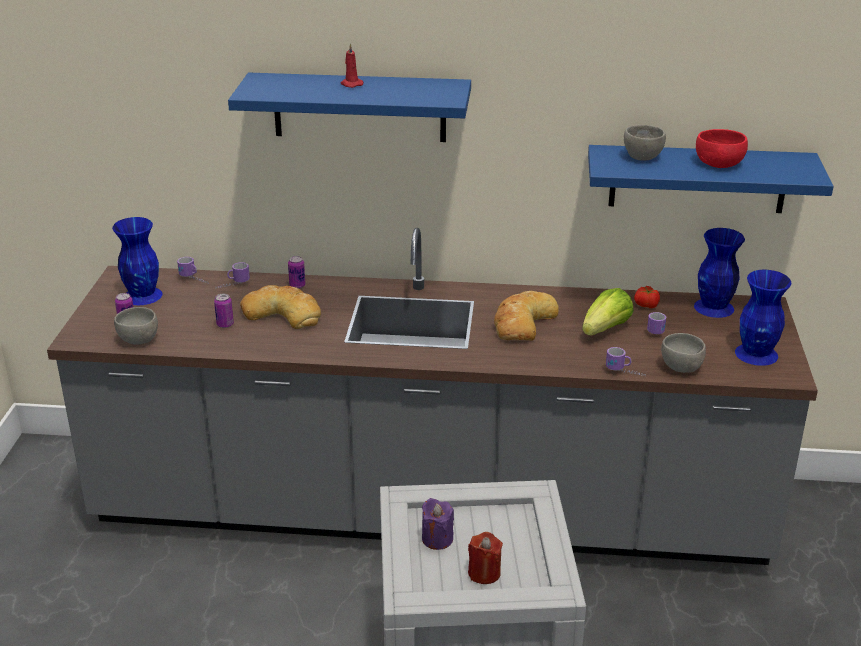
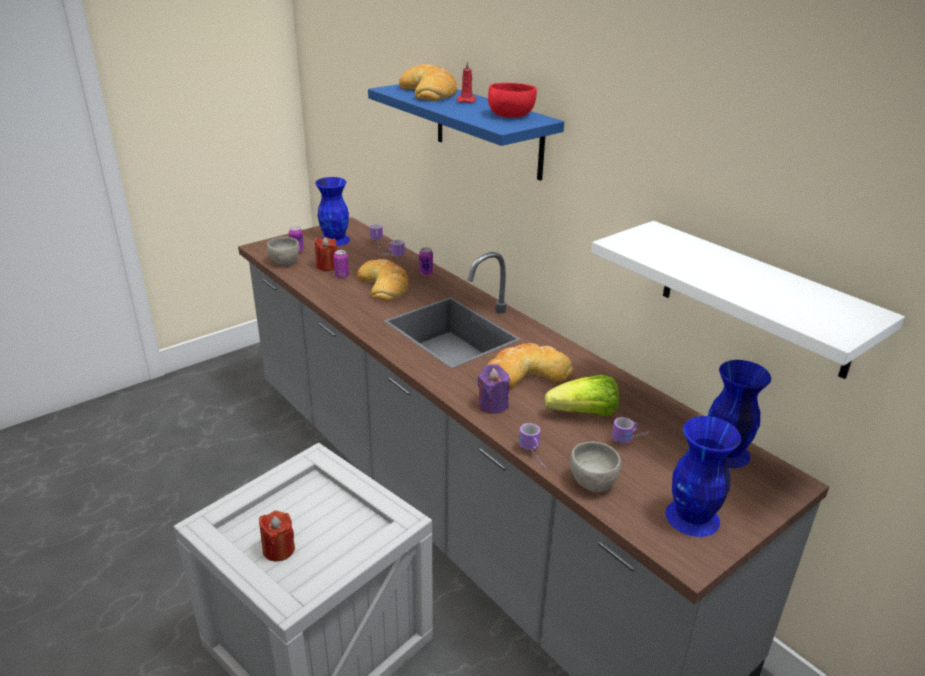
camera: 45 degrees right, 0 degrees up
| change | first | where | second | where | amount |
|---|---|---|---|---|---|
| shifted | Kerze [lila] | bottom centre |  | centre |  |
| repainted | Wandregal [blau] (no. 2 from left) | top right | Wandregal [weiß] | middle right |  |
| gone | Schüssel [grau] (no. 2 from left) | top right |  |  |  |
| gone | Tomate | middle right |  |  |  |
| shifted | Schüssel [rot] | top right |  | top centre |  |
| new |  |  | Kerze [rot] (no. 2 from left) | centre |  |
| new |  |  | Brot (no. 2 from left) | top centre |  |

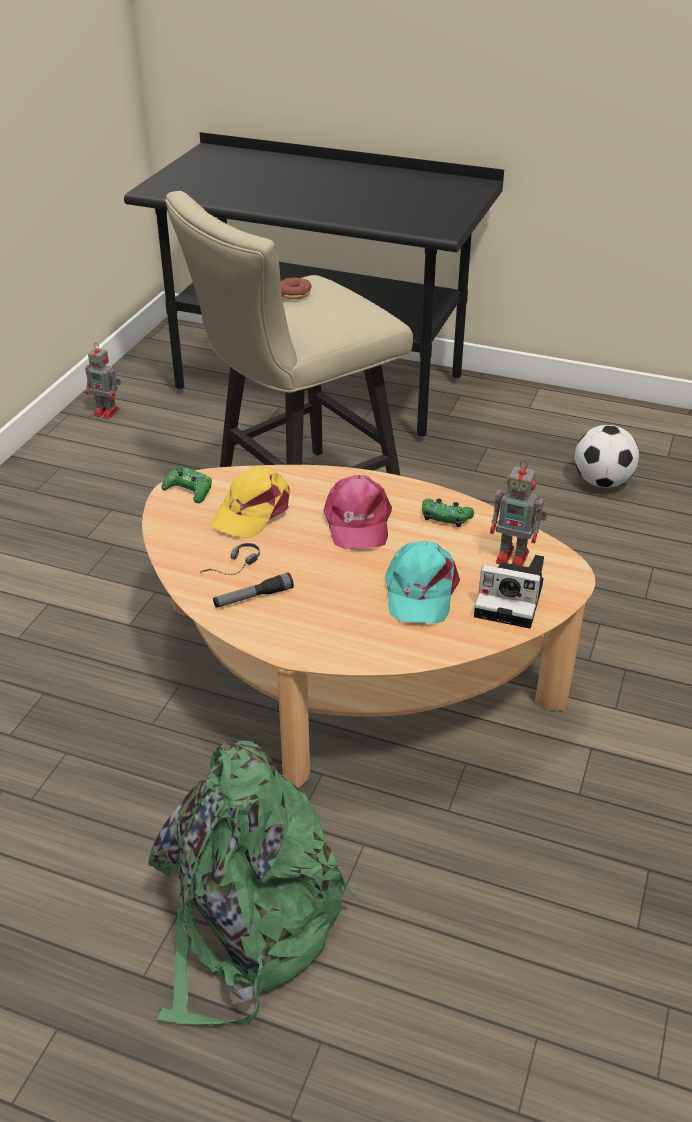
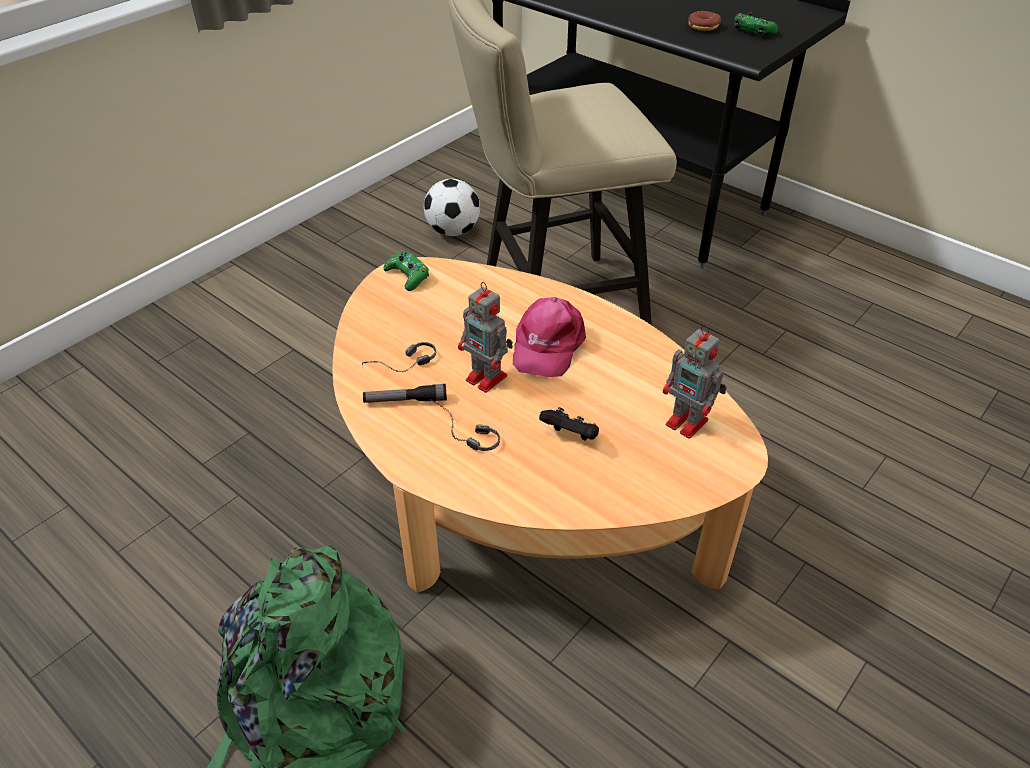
camera: 20 degrees right, 5 degrees up
| change | first | where | second | where | amount |
|---|---|---|---|---|---|
| shifted | Spielzeugroboter (no. 1 from left) | middle left |  | centre |  |
| gone | Kappe [gelb] | centre |  |  |  |
| shifted | Donut | top centre |  | top right |  |
| swapped | Kappe [türkis] | centre | Gamepad [schwarz] | centre |  |
| shifted | Gamepad [grün] (no. 2 from left) | centre |  | top right |  |
| gone | Kamera | middle right |  |  |  |
| shifted | Fußball | middle right |  | top centre |  |
| new |  |  | Kopfhörer (no. 2 from left) | centre |  |

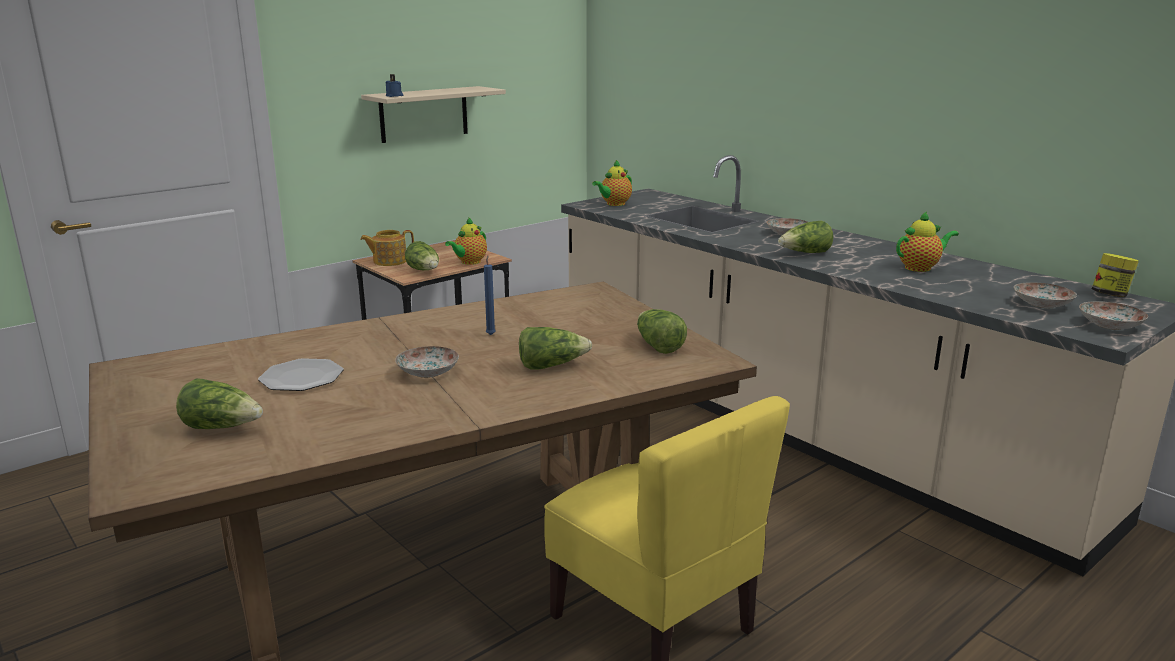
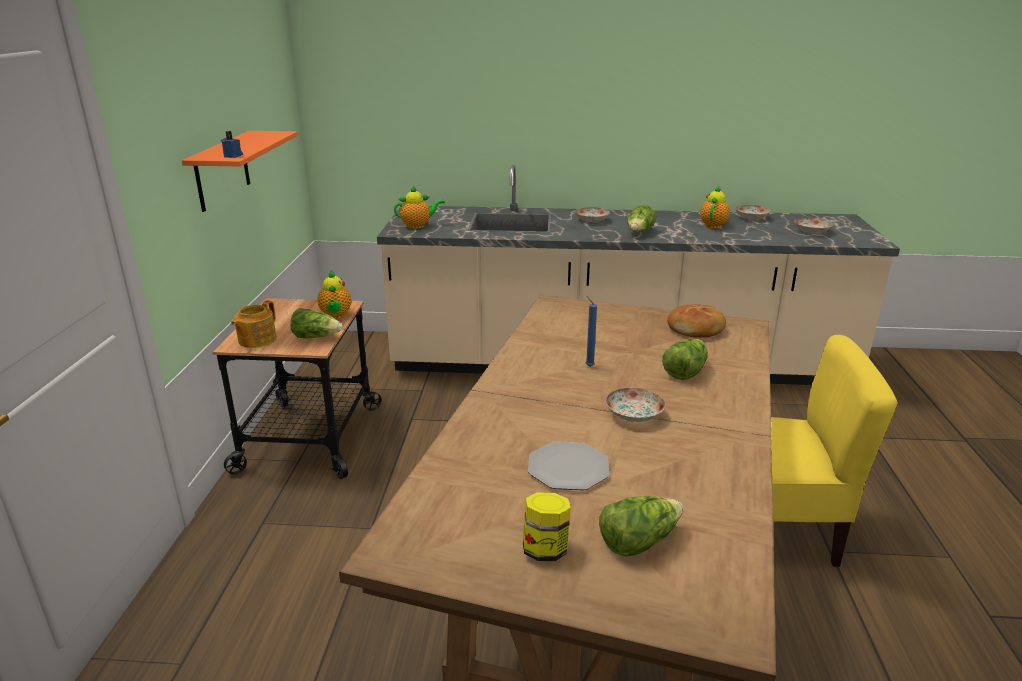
camera: 45 degrees left, 5 degrees up
| change | first | where | second | where | amount |
|---|---|---|---|---|---|
| repainted | Wandregal [beige] | top centre | Wandregal [orange] | top left |  |
| rotated | Teekanne (no. 3 from left) | top centre |  | top centre | 105 degrees counterclockwise |
| swapped | Salatkopf (no. 4 from left) | centre | Brot | middle right |  |
| shifted | Teller (no. 5 from left in the first image) | middle right | Teller (no. 4 from left) | top right |  |
| shifted | Vorratsglas | middle right |  | bottom centre |  |

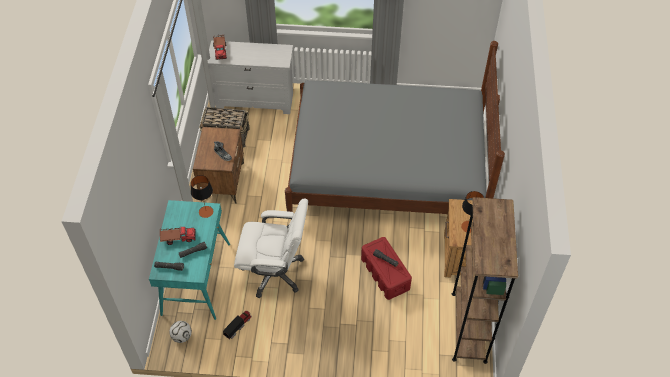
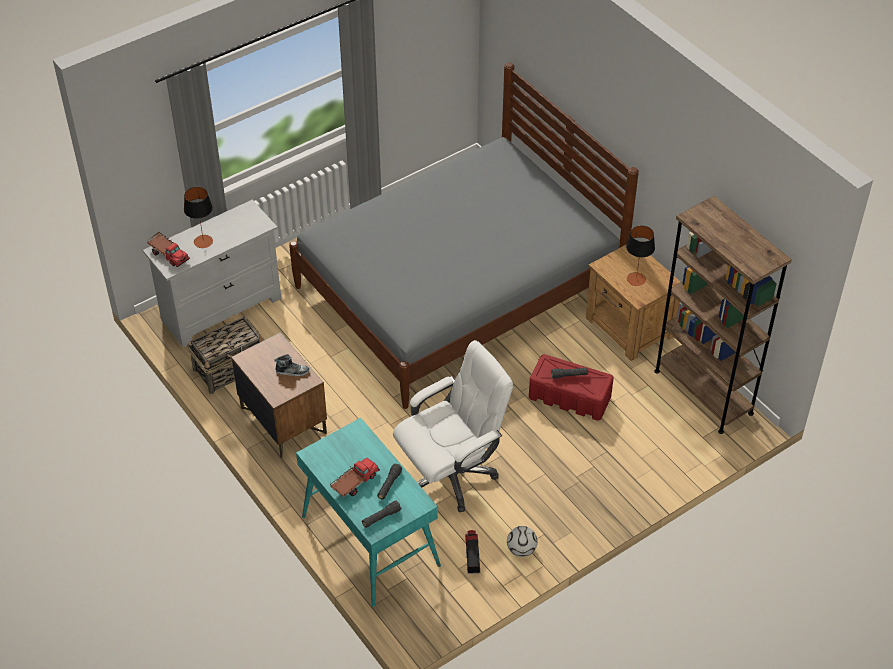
camera: 40 degrees left, 5 degrees down
| change | first | where | second | where | amount |
|---|---|---|---|---|---|
| shifted | Fußball | bottom left |  | bottom centre |  |
| shifted | Tischlampe (no. 1 from left) | middle left |  | top left |  |

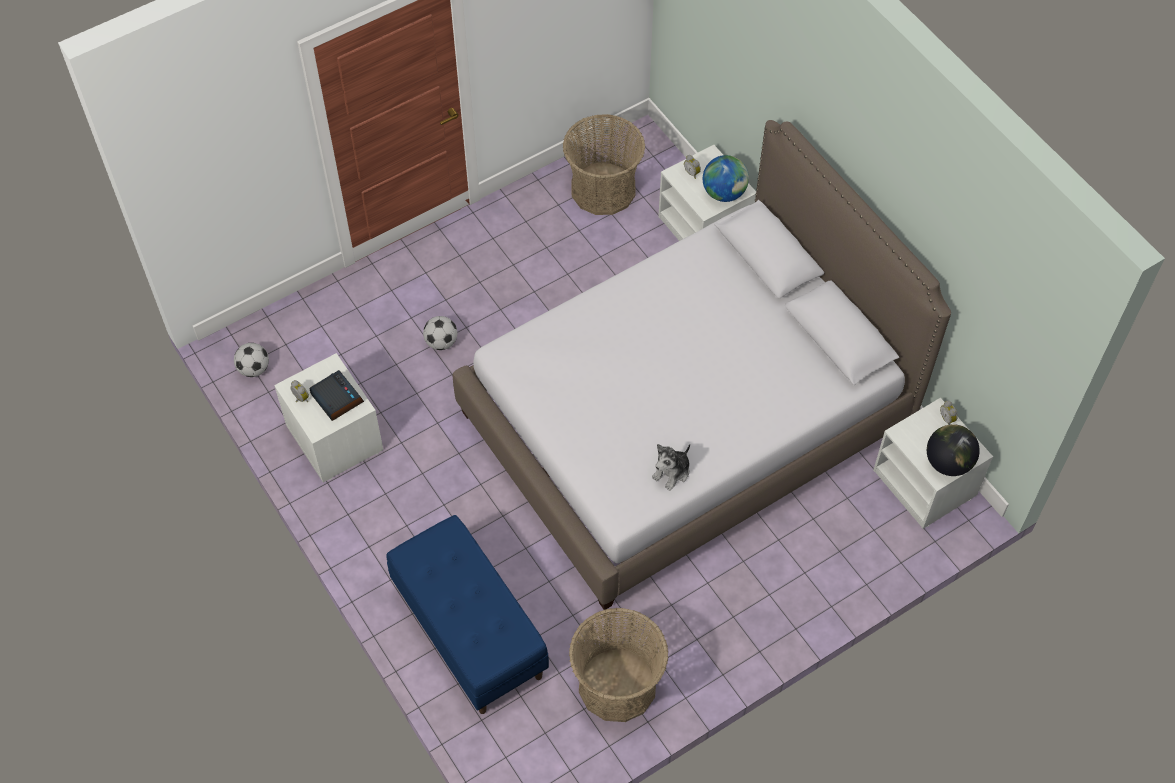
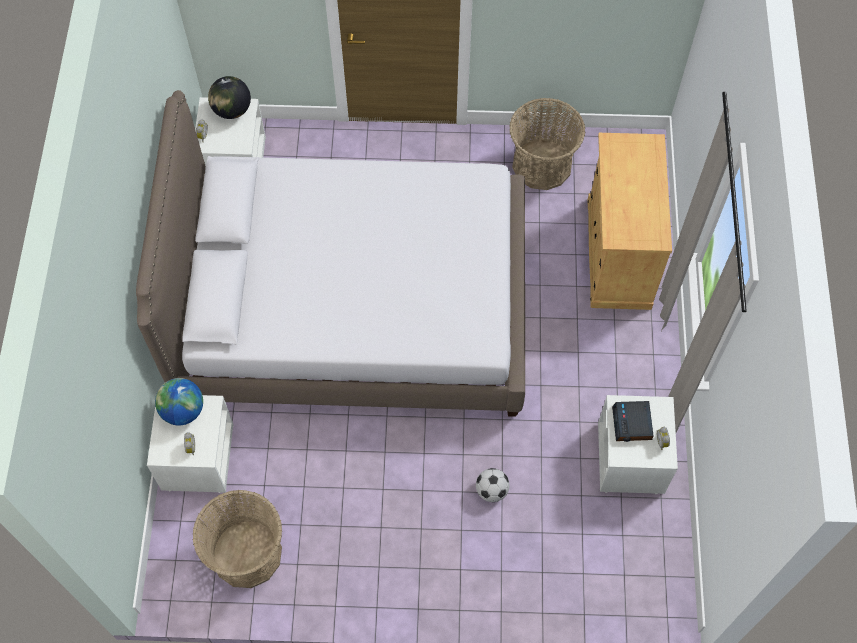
camera: 145 degrees left, 5 degrees up
| change | first | where | second | where | amount |
|---|---|---|---|---|---|
| gone | Fußball (no. 1 from left) | middle left |  |  |  |
| swapped | Bank [blau] | bottom centre | Schrank [beige] | middle right |  |
| gone | Plüschtier | centre |  |  |  |

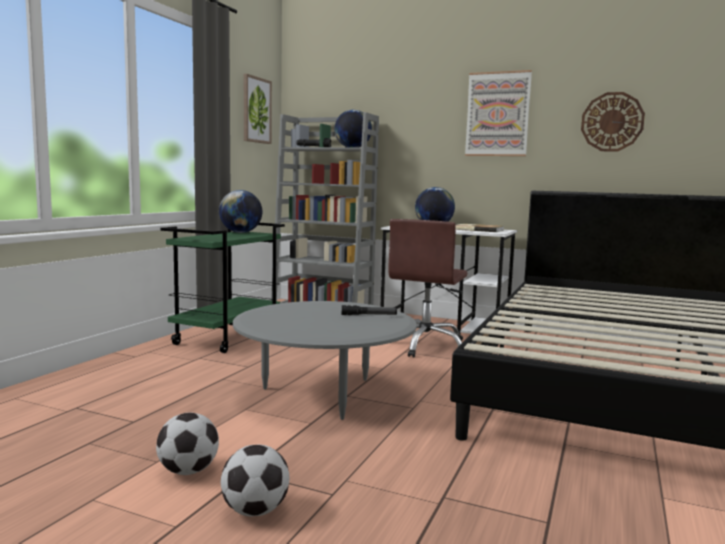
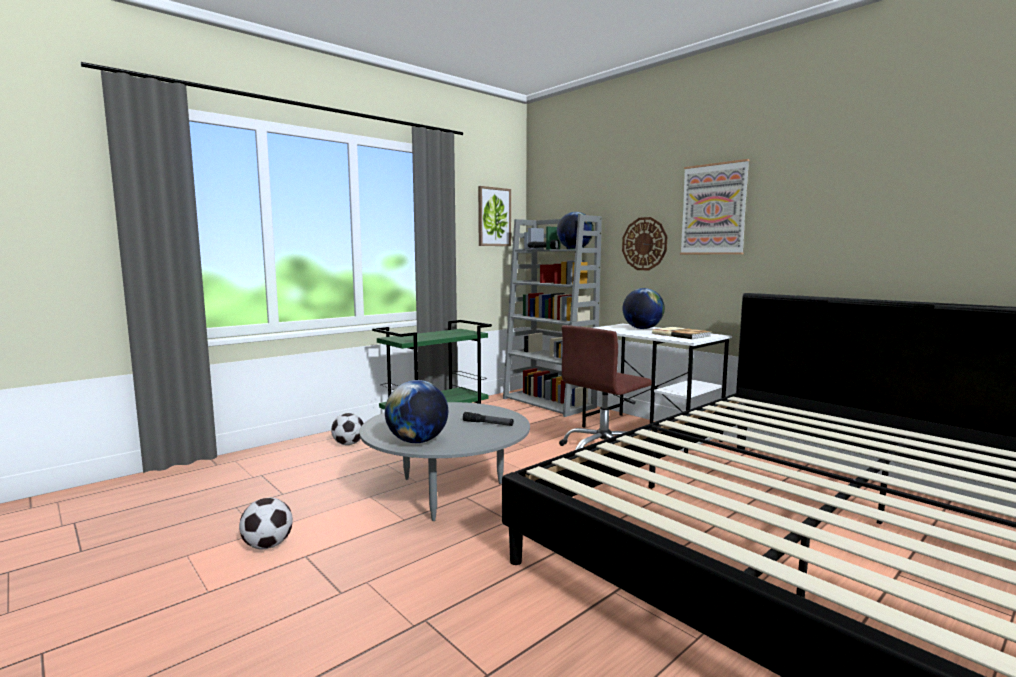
camera: 25 degrees right, 0 degrees up
| change | first | where | second | where | amount |
|---|---|---|---|---|---|
| shifted | Globus (no. 1 from left) | middle left |  | centre |  |
| shifted | Fußball (no. 2 from left) | bottom centre |  | centre |  |
| shifted | Wanduhr | top right |  | centre |  |

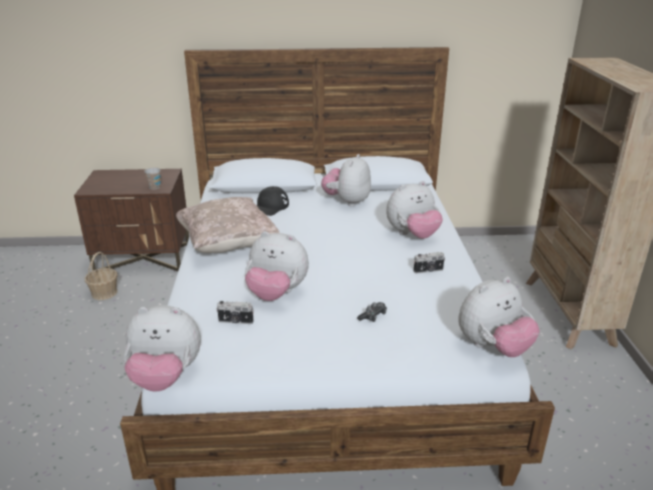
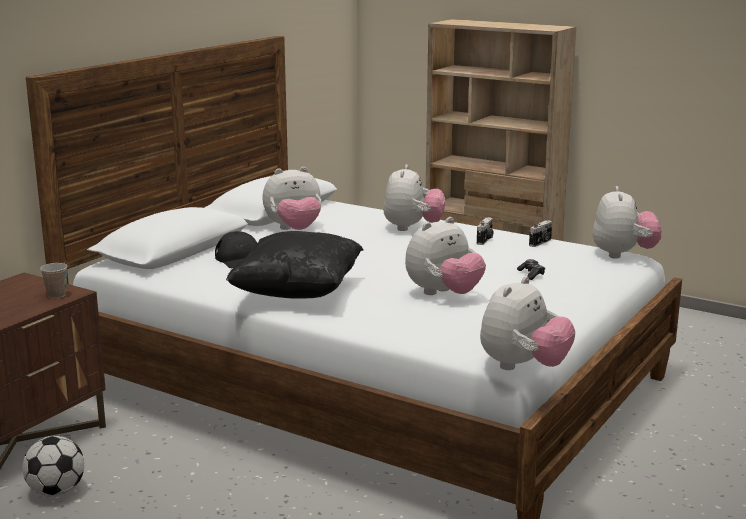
camera: 55 degrees left, 10 degrees down
| change | first | where | second | where | amount |
|---|---|---|---|---|---|
| swapped | Korb | middle left | Fußball | bottom left |  |
| repainted | Kissen [beige] | centre | Kissen [schwarz] | centre |  |
| shifted | Kamera (no. 1 from left in the first image) | centre | Kamera (no. 2 from left) | middle right |  |
| rotated | Plüschtier (no. 3 from left in the first image) | centre | Plüschtier (no. 1 from left) | centre | 75 degrees counterclockwise |

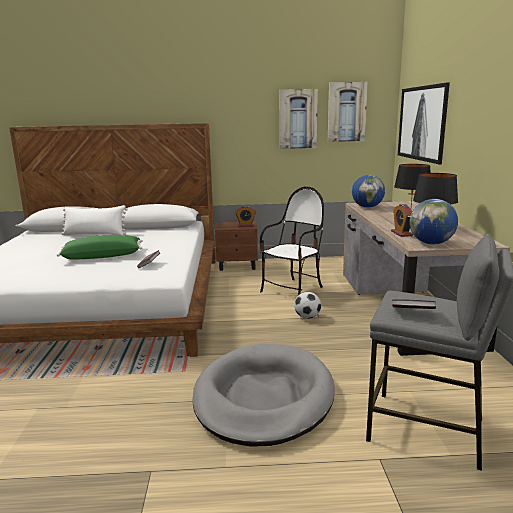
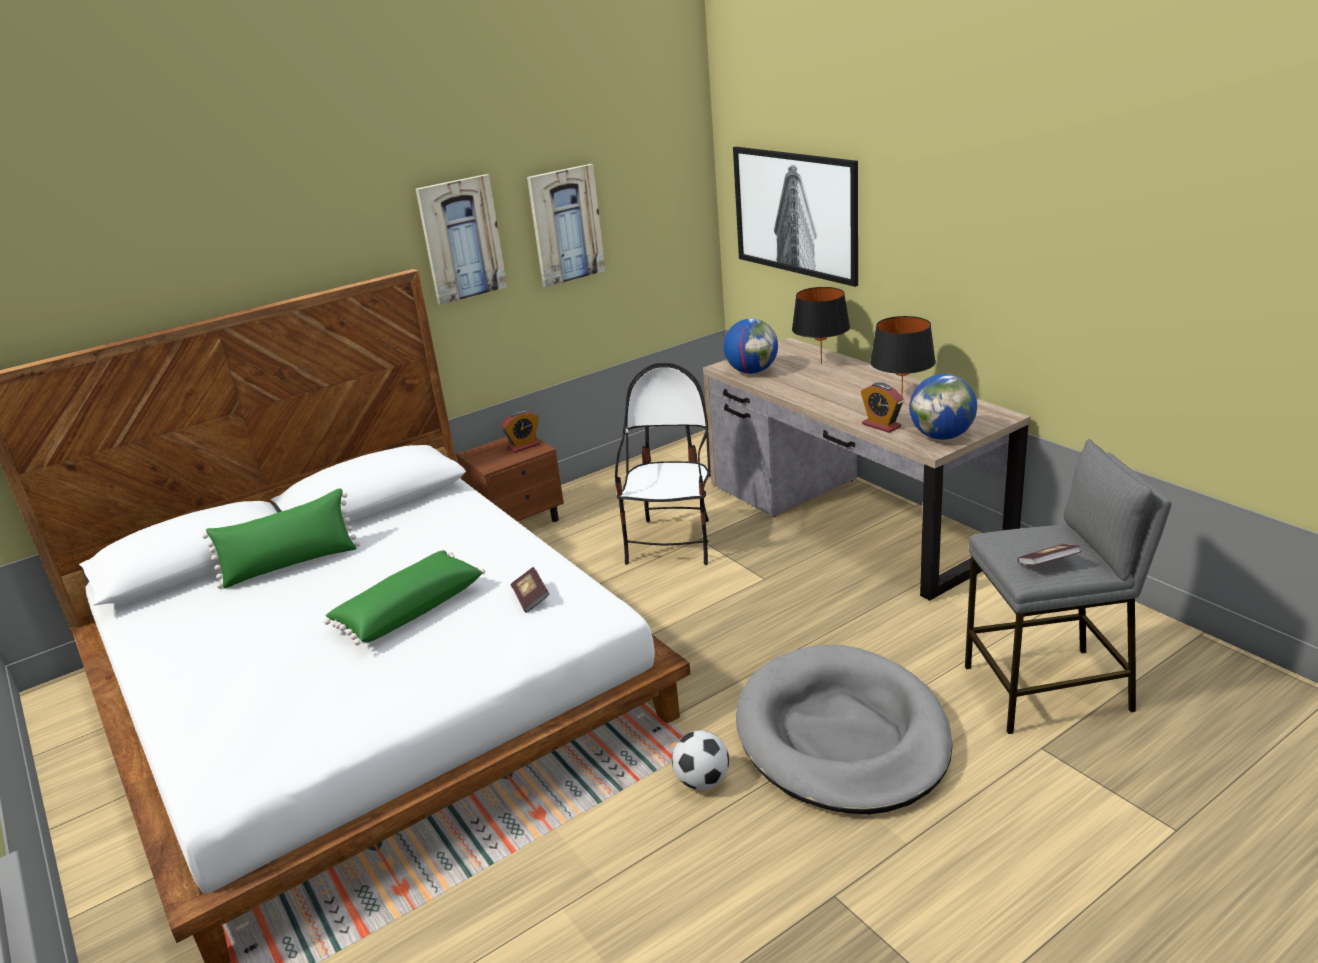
camera: 30 degrees left, 10 degrees up
| change | first | where | second | where | amount |
|---|---|---|---|---|---|
| repainted | Kissen [weiß] | middle left | Kissen [grün] (no. 1 from left) | middle left |  |
| shifted | Fußball | centre |  | bottom centre |  |
| shifted | Bild (no. 2 from left in the first image) | top right | Bild (no. 1 from left) | top centre |  |

